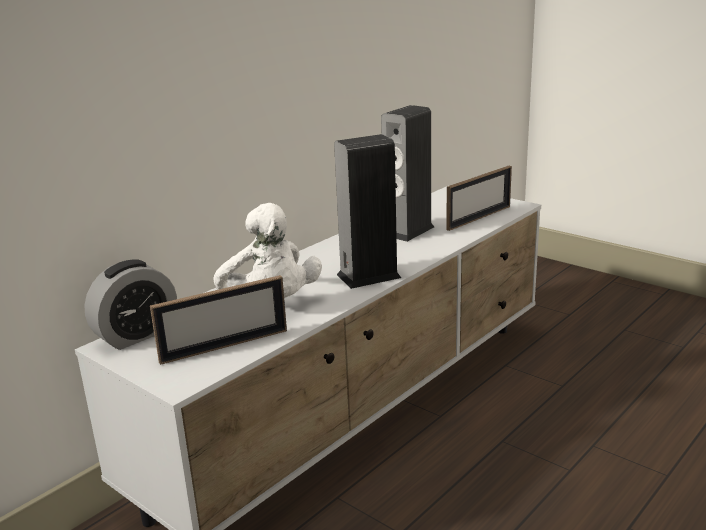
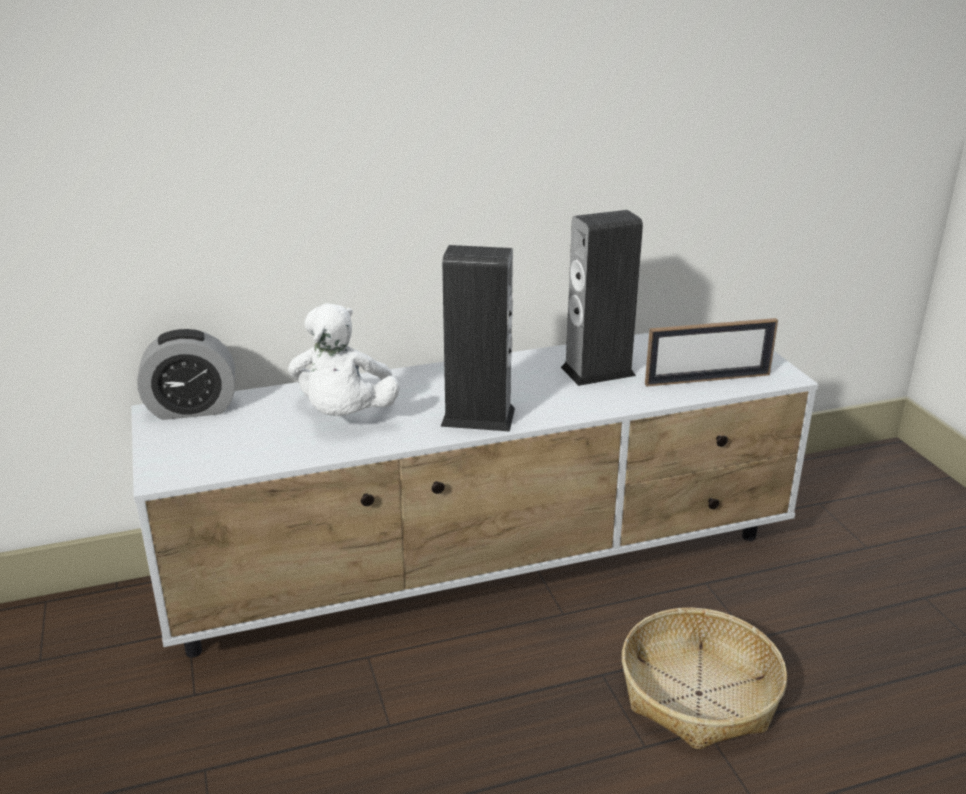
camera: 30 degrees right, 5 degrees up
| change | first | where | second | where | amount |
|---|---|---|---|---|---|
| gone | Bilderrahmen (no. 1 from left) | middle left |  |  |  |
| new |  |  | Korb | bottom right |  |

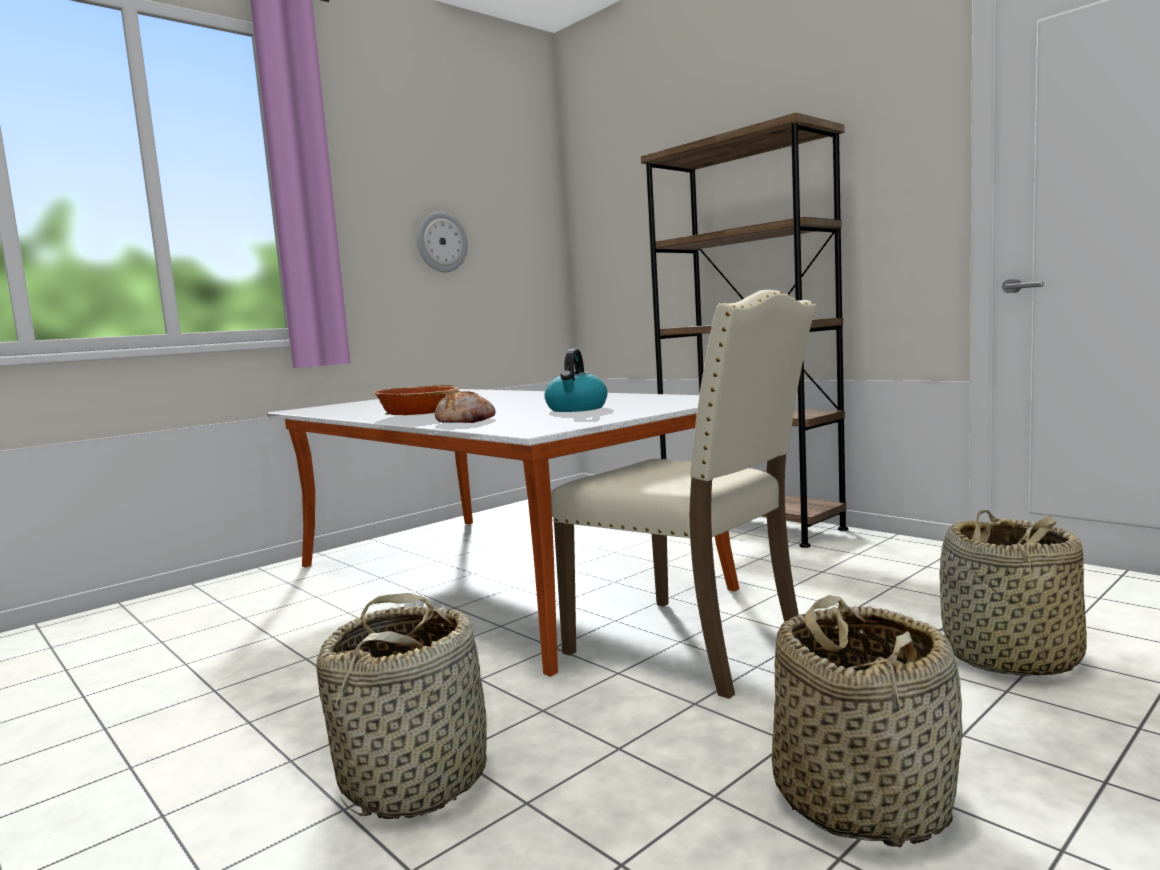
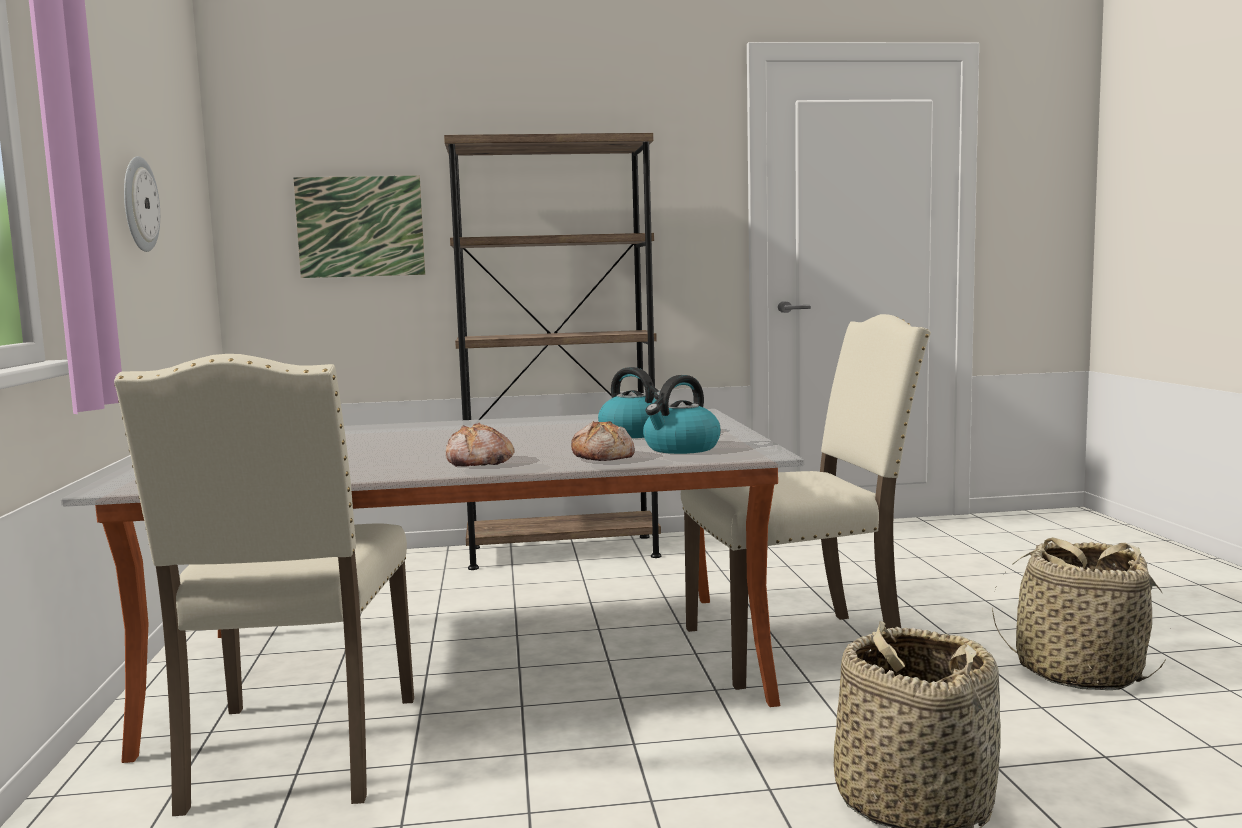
camera: 55 degrees left, 0 degrees up
| change | first | where | second | where | amount |
|---|---|---|---|---|---|
| swapped | Schüssel | centre | Brot (no. 1 from left) | centre |  |
| gone | Korb (no. 3 from left) | bottom right |  |  |  |
| new |  |  | Stuhl [beige] (no. 1 from left) | bottom left |  |
| new |  |  | Bild | top left |  |
| new |  |  | Wasserkessel (no. 2 from left) | centre |  |

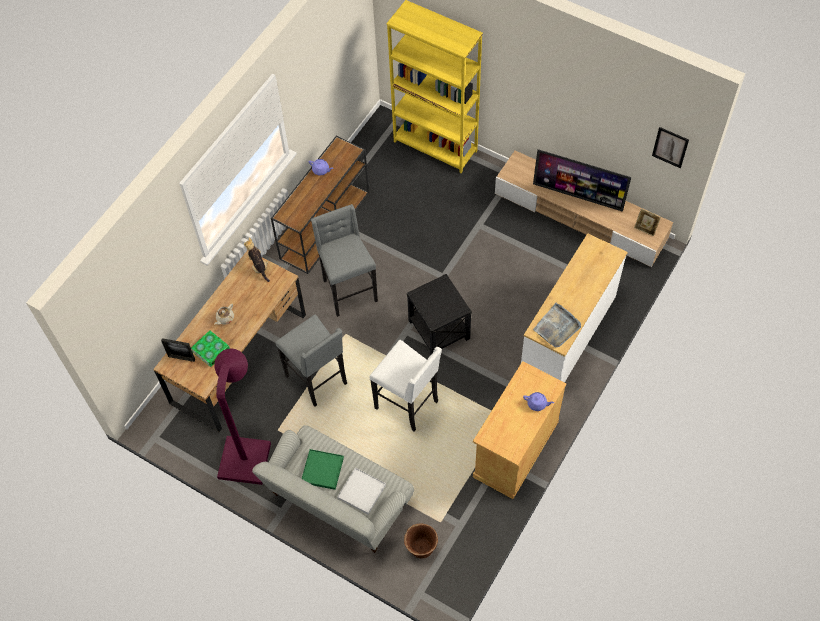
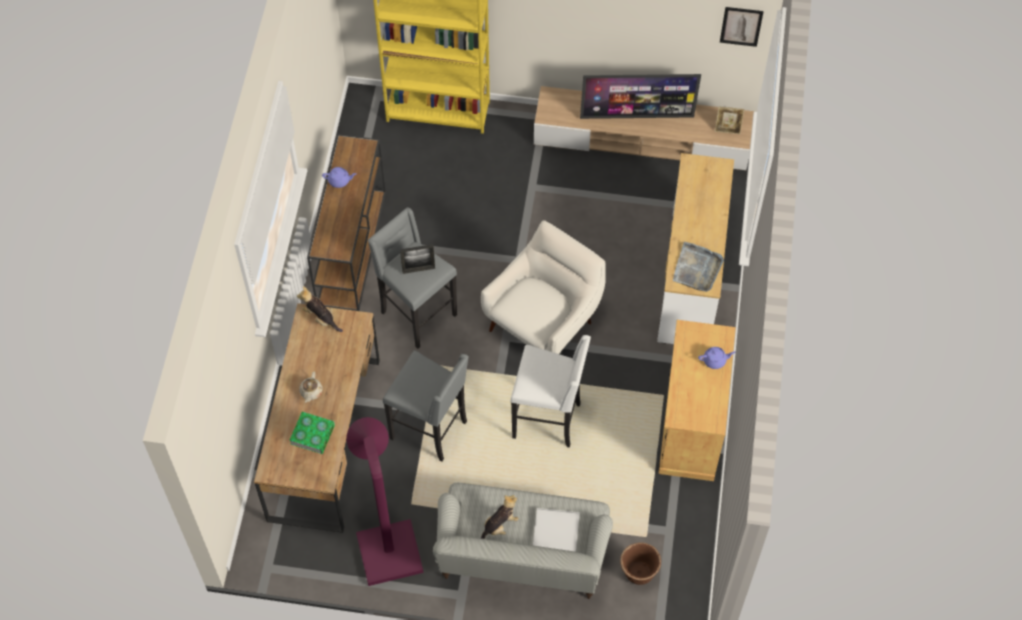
camera: 25 degrees left, 0 degrees up
| change | first | where | second | where | amount |
|---|---|---|---|---|---|
| shifted | Bilderrahmen (no. 1 from left) | middle left |  | centre |  |
| swapped | Tablett [grün] | bottom centre | Plüschtier (no. 2 from left) | bottom centre |  |
| swapped | Beistelltisch [schwarz] | centre | Sessel [weiß] | centre |  |

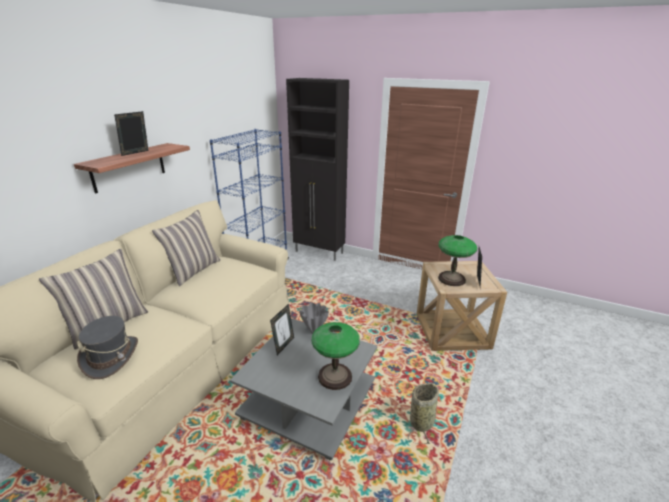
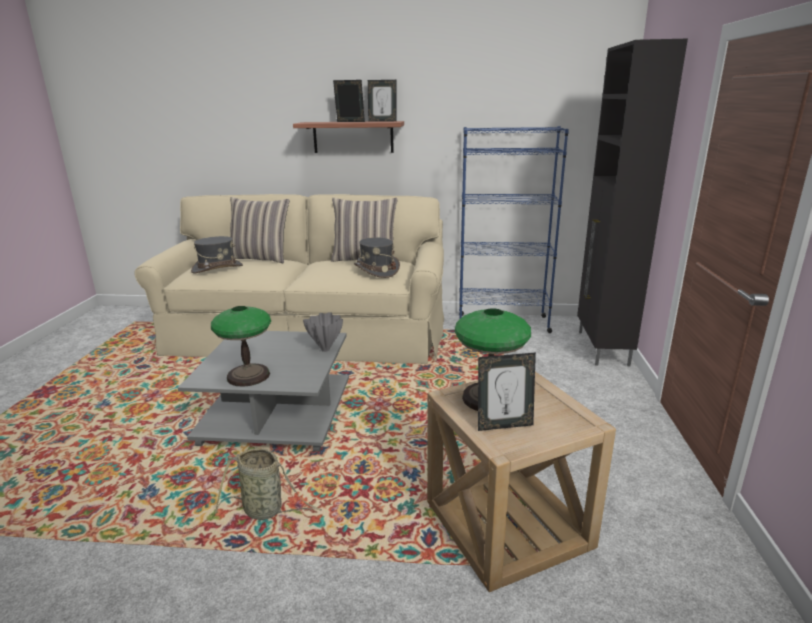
camera: 70 degrees right, 5 degrees down
| change | first | where | second | where | amount |
|---|---|---|---|---|---|
| shifted | Bilderrahmen (no. 2 from left) | centre |  | top centre |  |
| new |  |  | Hut [grau] (no. 2 from left) | centre |  |

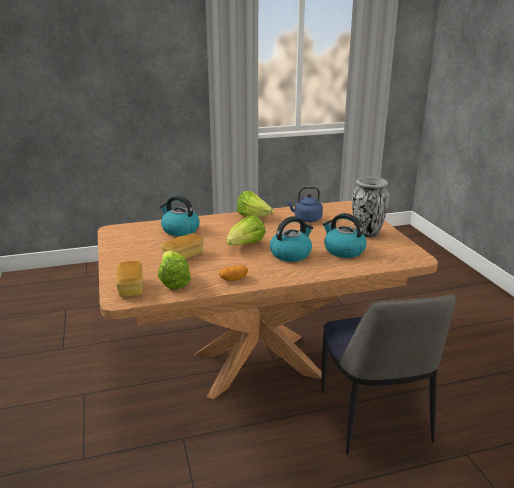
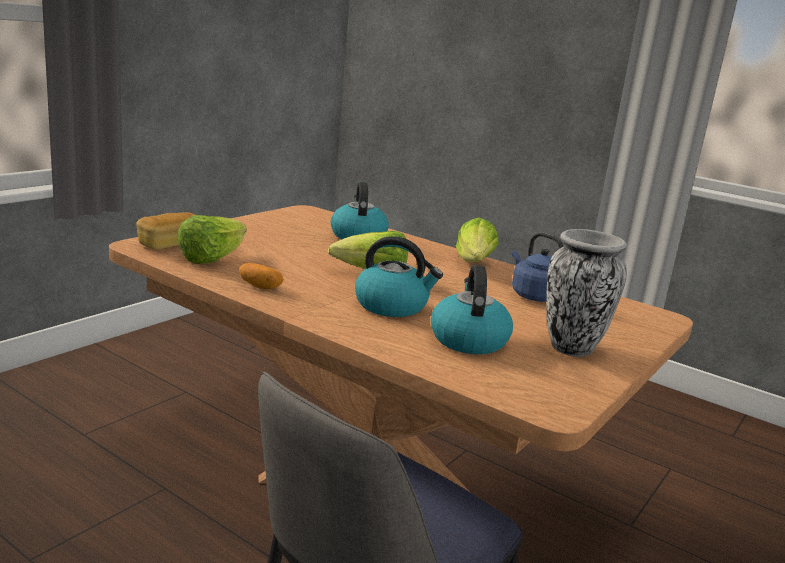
camera: 50 degrees right, 5 degrees down
| change | first | where | second | where | amount |
|---|---|---|---|---|---|
| gone | Brot (no. 2 from left) | centre |  |  |  |

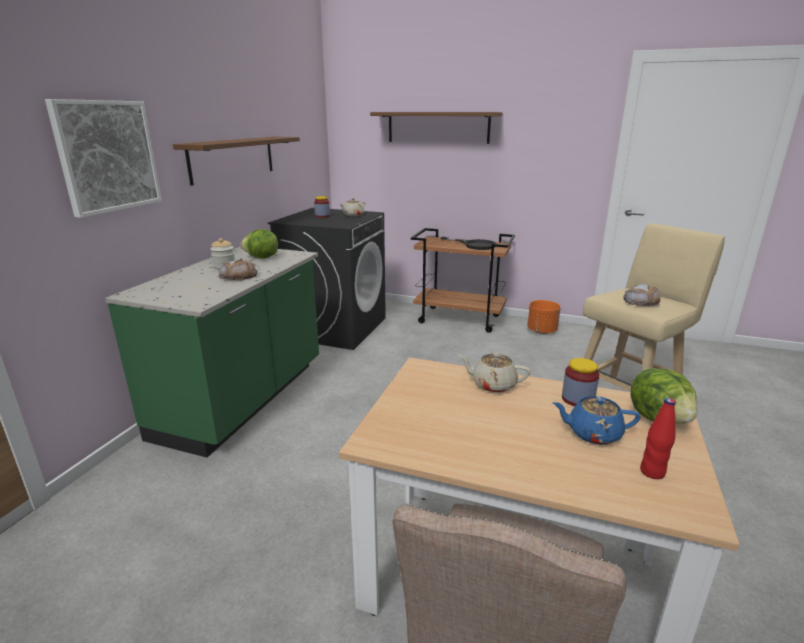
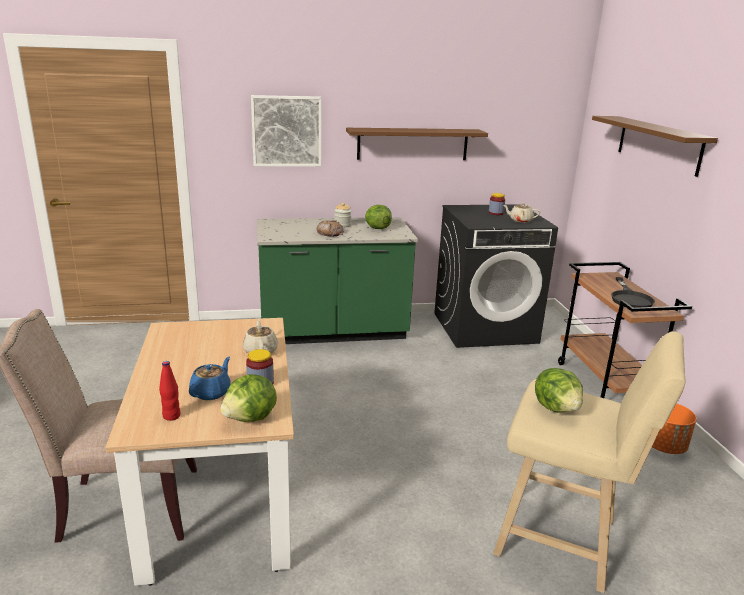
camera: 60 degrees right, 0 degrees up
| change | first | where | second | where | amount |
|---|---|---|---|---|---|
| rotated | Teekanne [blau] | middle right |  | middle left | 45 degrees clockwise |
| swapped | Brot (no. 2 from left) | middle right | Salatkopf (no. 3 from left) | middle right |  |

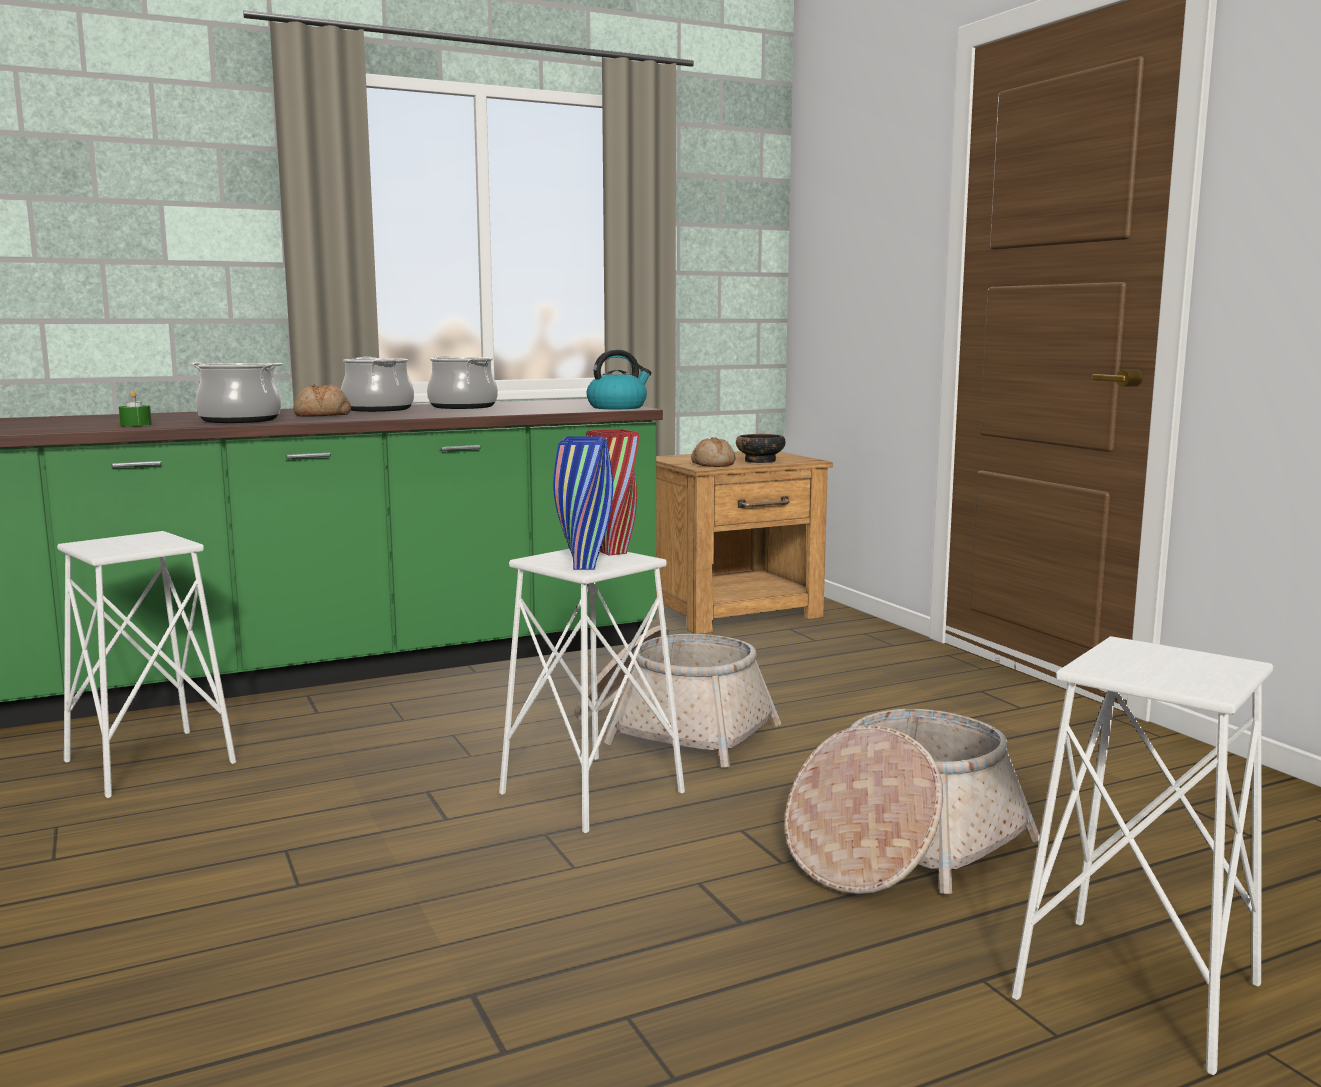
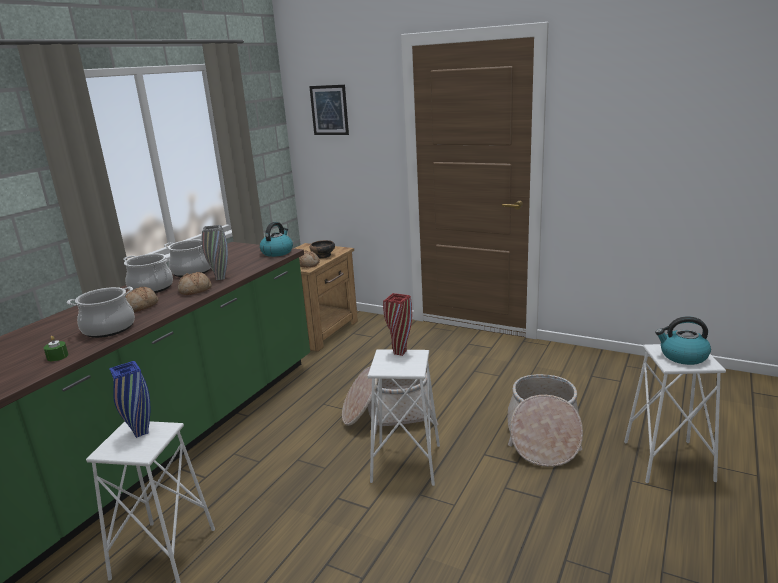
camera: 35 degrees left, 10 degrees up
| change | first | where | second | where | amount |
|---|---|---|---|---|---|
| shifted | Vase [blau] | centre |  | bottom left |  |
| new |  |  | Brot (no. 2 from left) | middle left |  |
| new |  |  | Vase [grau] | middle left |  |
| new |  |  | Bild | top centre |  |
| new |  |  | Wasserkessel (no. 2 from left) | middle right |  |

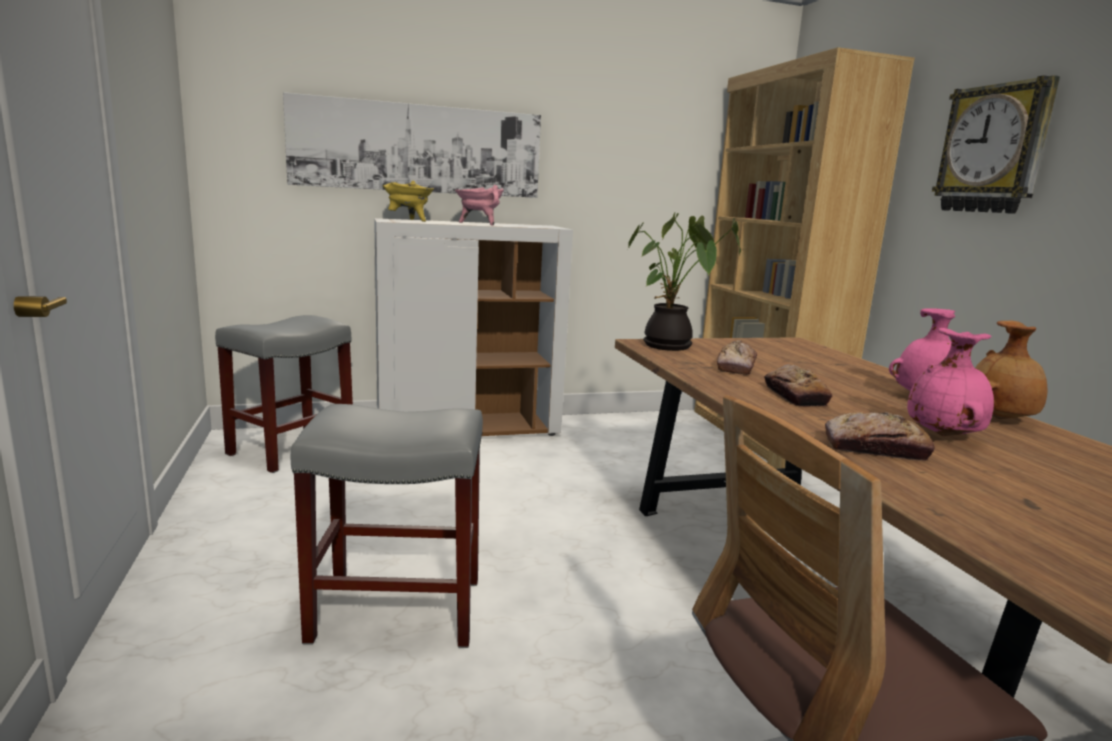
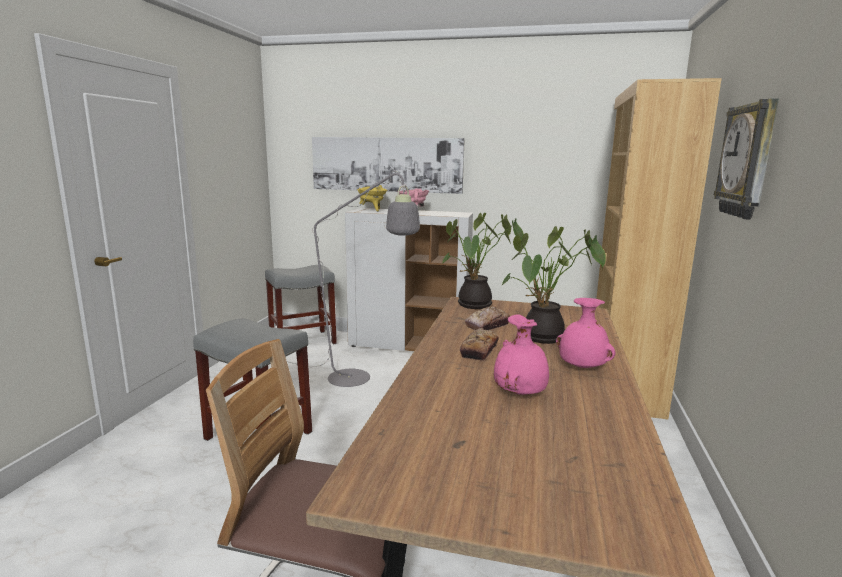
camera: 30 degrees right, 0 degrees up
| change | first | where | second | where | amount |
|---|---|---|---|---|---|
| gone | Brot (no. 3 from left) | middle right |  |  |  |
| gone | Vase [braun] | middle right |  |  |  |
| new |  |  | Stehlampe [grau] | centre |  |
| new |  |  | Topfpflanze (no. 2 from left) | centre |  |

